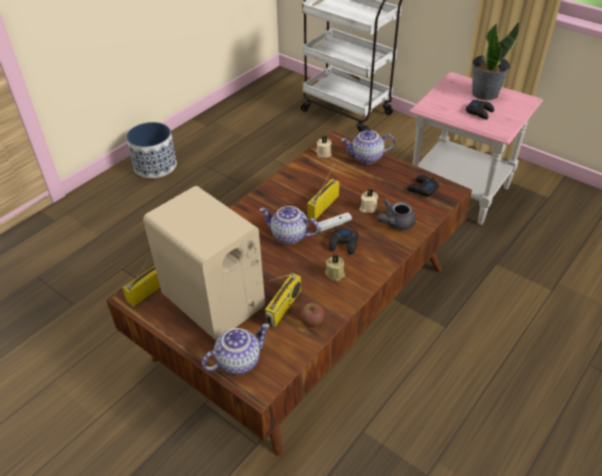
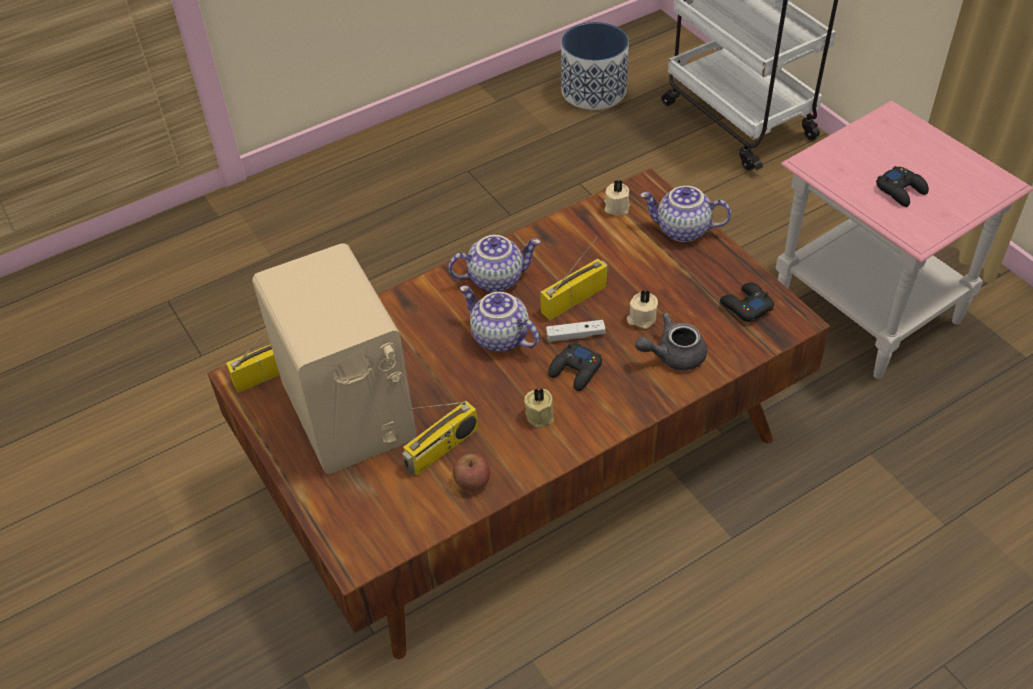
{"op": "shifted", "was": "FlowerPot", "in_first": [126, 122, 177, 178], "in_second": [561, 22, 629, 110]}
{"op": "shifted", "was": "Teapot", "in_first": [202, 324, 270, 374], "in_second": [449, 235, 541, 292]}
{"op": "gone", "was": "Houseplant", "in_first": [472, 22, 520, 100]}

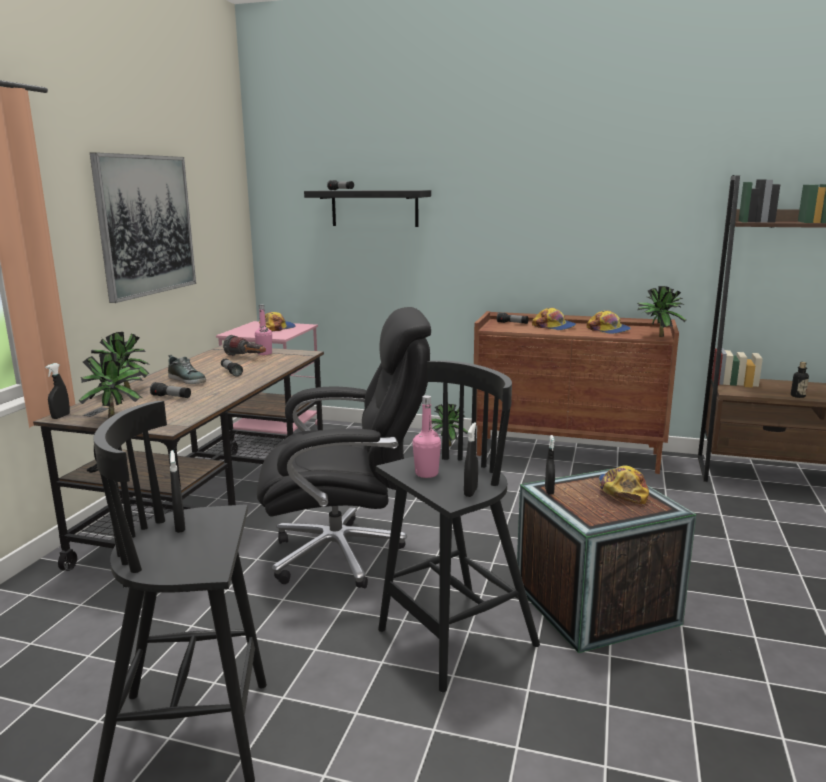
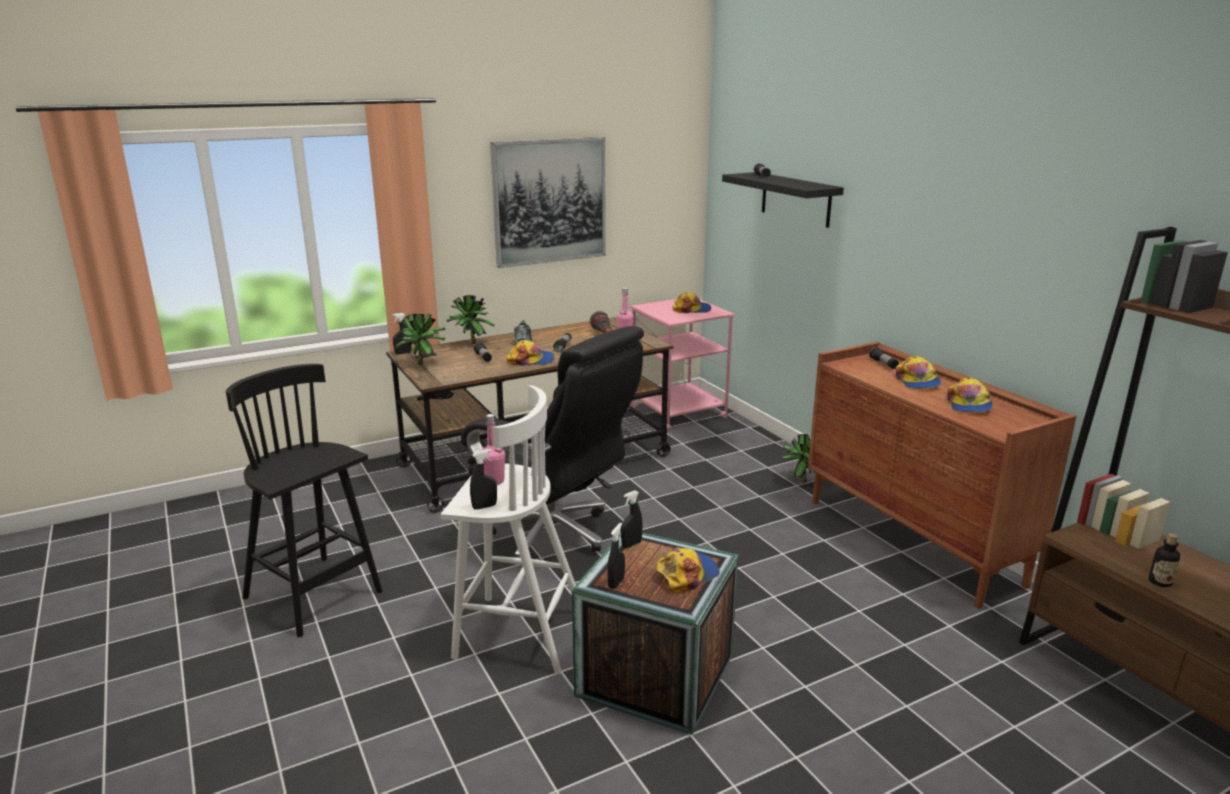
{"op": "shifted", "was": "BlackSprayer", "in_first": [170, 450, 185, 533], "in_second": [608, 523, 625, 589]}
{"op": "repainted", "was": "BlackStoolSeat", "now": "WhiteColouredStoolSeat", "in_first": [376, 360, 540, 692], "in_second": [441, 386, 576, 674]}
{"op": "gone", "was": "Houseplant", "in_first": [637, 286, 687, 337]}
{"op": "new", "now": "BaseballCap", "in_second": [506, 340, 554, 366]}

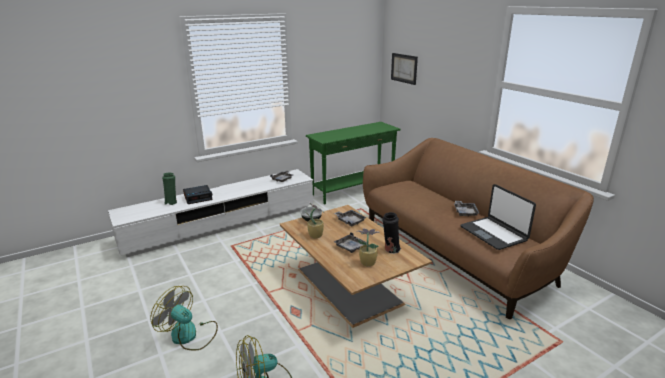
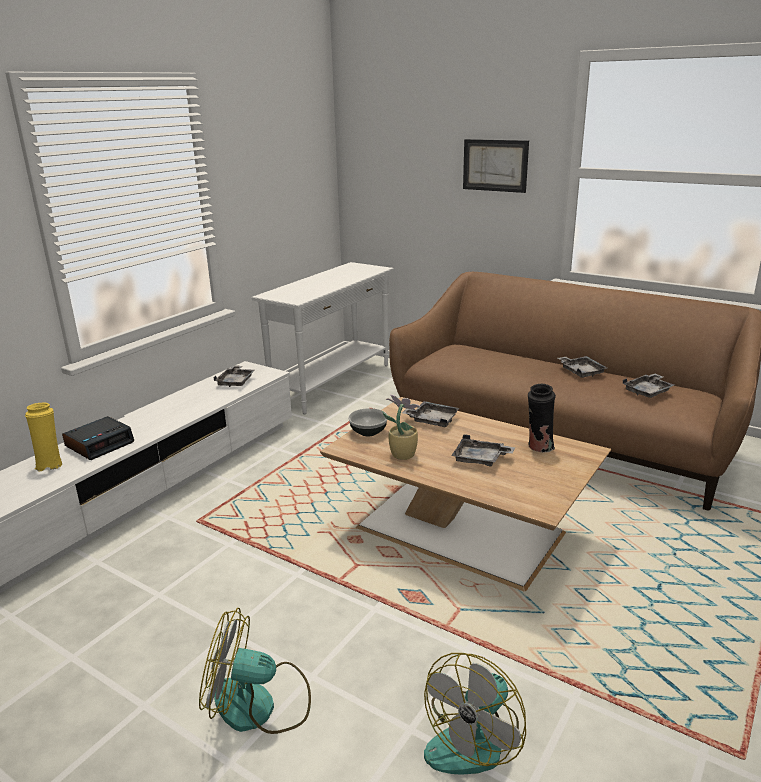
{"op": "repainted", "was": "GreenishDecorativeVase", "now": "YellowDecorativeVase", "in_first": [162, 173, 177, 205], "in_second": [25, 403, 62, 472]}
{"op": "repainted", "was": "GreenishConsoleTable", "now": "WhiteColouredConsoleTable", "in_first": [306, 122, 400, 205], "in_second": [251, 262, 394, 414]}
{"op": "gone", "was": "Houseplant", "in_first": [356, 228, 380, 267]}
{"op": "shifted", "was": "WallPicture", "in_first": [391, 53, 418, 85], "in_second": [463, 139, 529, 193]}
{"op": "swapped", "was": "Laptop", "now": "GreyishServingTray", "in_first": [461, 184, 536, 250], "in_second": [623, 373, 674, 398]}

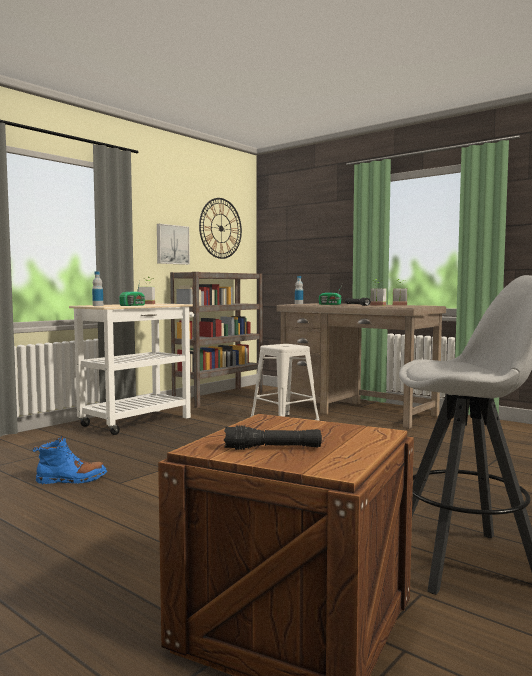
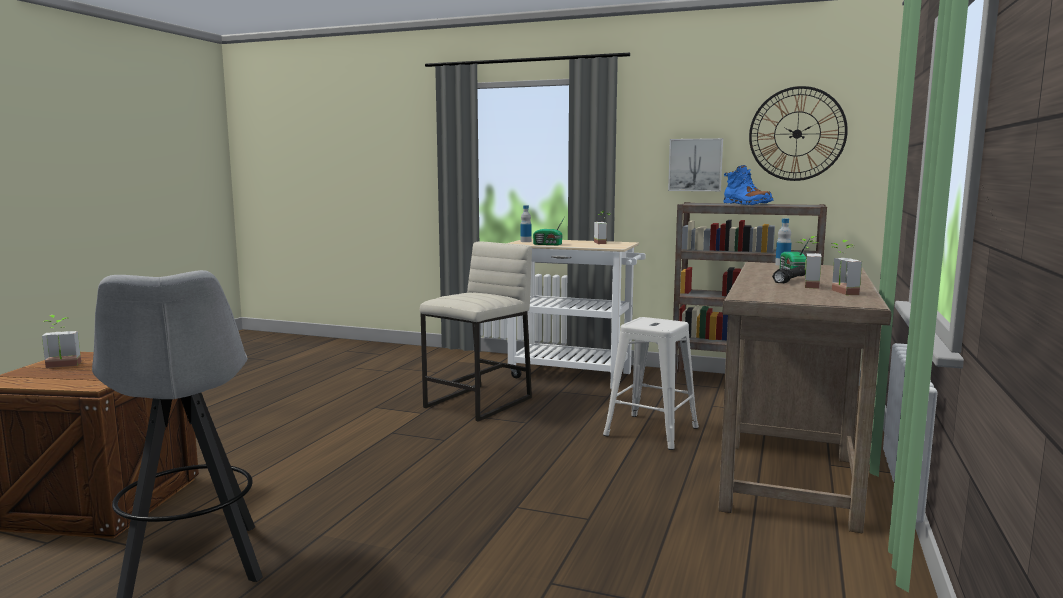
{"op": "shifted", "was": "BluishBoot", "in_first": [33, 436, 107, 484], "in_second": [723, 165, 773, 205]}
{"op": "swapped", "was": "BlackHandTorch", "now": "Houseplant", "in_first": [224, 425, 322, 450], "in_second": [42, 315, 81, 368]}
{"op": "new", "now": "BeigeColouredStoolSeat", "in_second": [420, 242, 532, 422]}

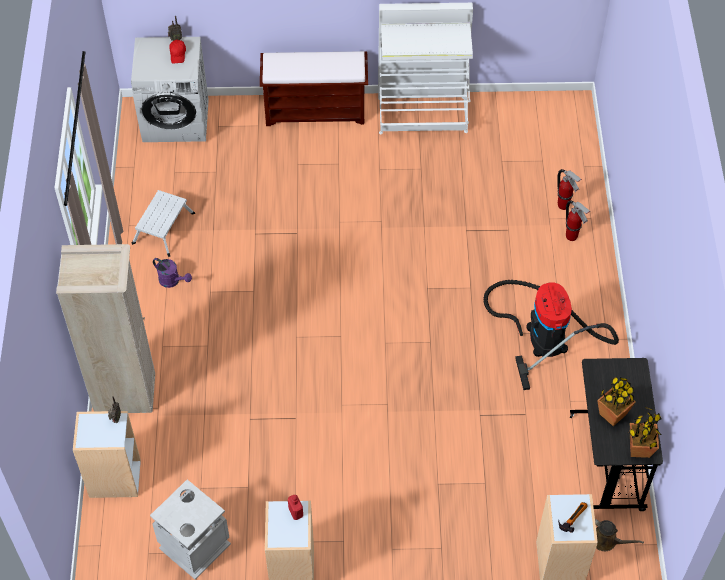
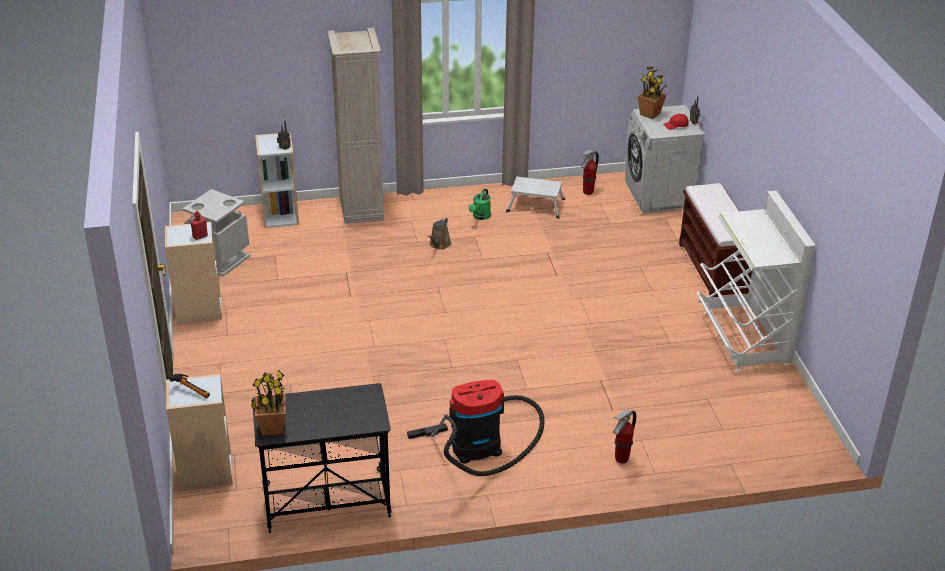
{"op": "repainted", "was": "PurpleWateringPot", "now": "GreenishWateringPot", "in_first": [153, 258, 192, 288], "in_second": [468, 189, 491, 220]}
{"op": "shifted", "was": "FireExtinguisher", "in_first": [557, 169, 582, 210], "in_second": [581, 150, 599, 195]}
{"op": "shifted", "was": "BrownColouredWateringPot", "in_first": [595, 519, 644, 551], "in_second": [428, 217, 451, 249]}
{"op": "shifted", "was": "Houseplant", "in_first": [597, 377, 636, 426], "in_second": [637, 67, 667, 119]}

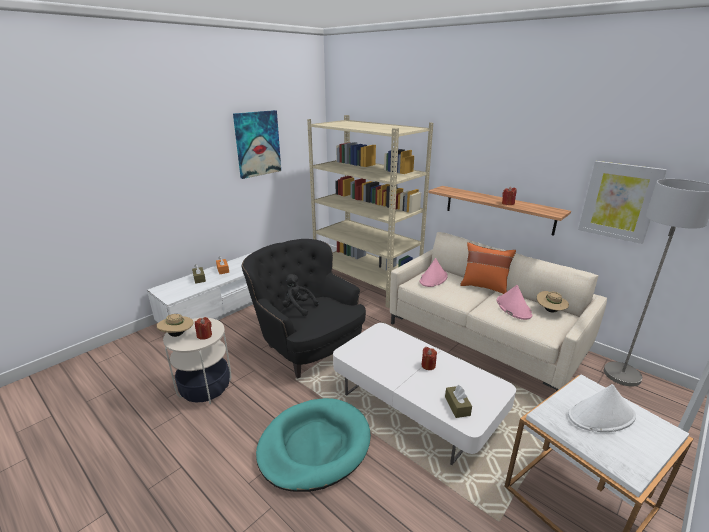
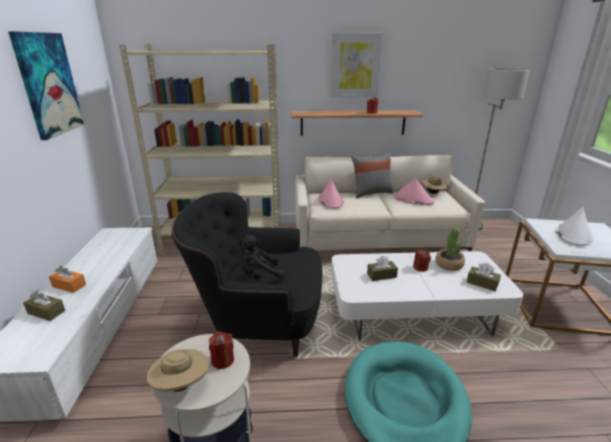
{"op": "repainted", "was": "OrangeyCushion", "now": "GreyishCushion", "in_first": [460, 242, 516, 294], "in_second": [351, 152, 393, 199]}
{"op": "shifted", "was": "WallPicture", "in_first": [578, 161, 667, 244], "in_second": [331, 33, 383, 98]}
{"op": "new", "now": "BrownColouredTissueHolder", "in_second": [367, 256, 398, 281]}
{"op": "new", "now": "Houseplant", "in_second": [436, 227, 465, 271]}

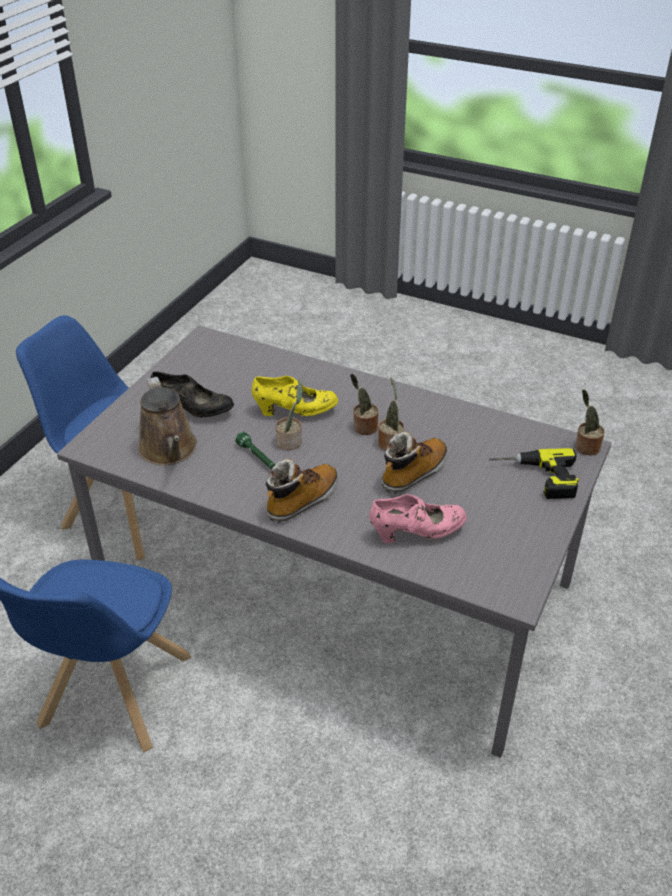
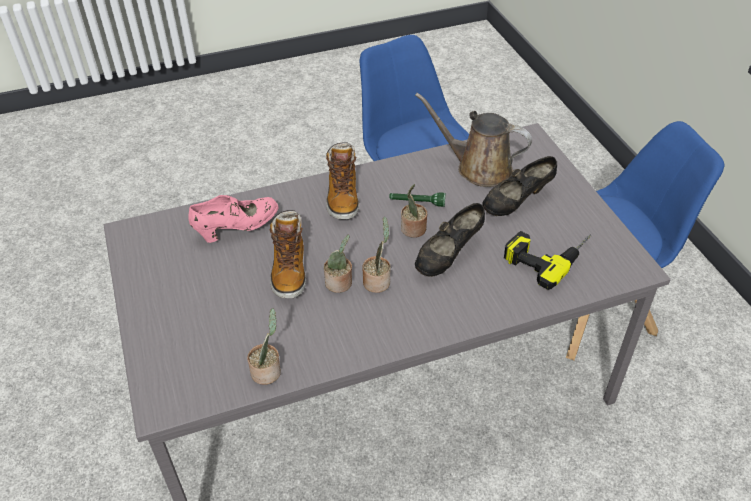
{"op": "repainted", "was": "YellowLowShoe", "now": "BlackLowShoe", "in_first": [252, 376, 338, 416], "in_second": [415, 203, 485, 277]}
{"op": "rotated", "was": "PinkColouredLowShoe", "in_first": [370, 494, 467, 543], "in_second": [189, 195, 278, 243], "clockwise": -150}
{"op": "shifted", "was": "Drill", "in_first": [489, 448, 579, 499], "in_second": [504, 231, 591, 290]}
{"op": "shifted", "was": "Houseplant", "in_first": [575, 389, 605, 456], "in_second": [247, 308, 281, 385]}

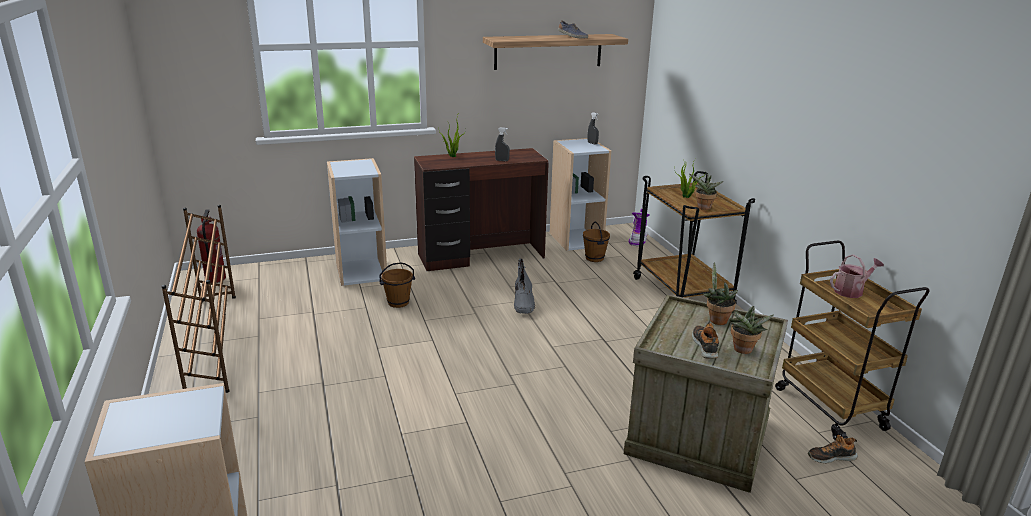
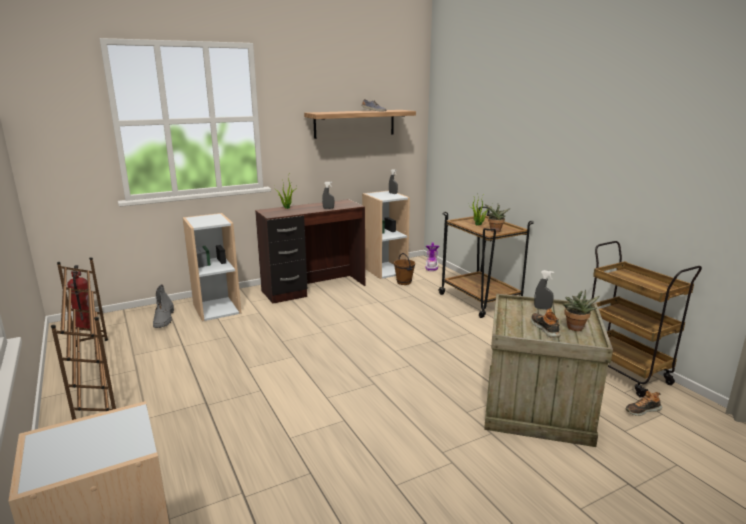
{"op": "gone", "was": "BrownColouredWaterBucket", "in_first": [379, 262, 415, 308]}
{"op": "shifted", "was": "GreyishBoot", "in_first": [514, 258, 535, 314], "in_second": [153, 284, 174, 328]}
{"op": "swapped", "was": "Houseplant", "now": "GreyishSprayer", "in_first": [703, 262, 738, 325], "in_second": [534, 270, 554, 310]}
{"op": "gone", "was": "WateringPot", "in_first": [830, 254, 884, 298]}

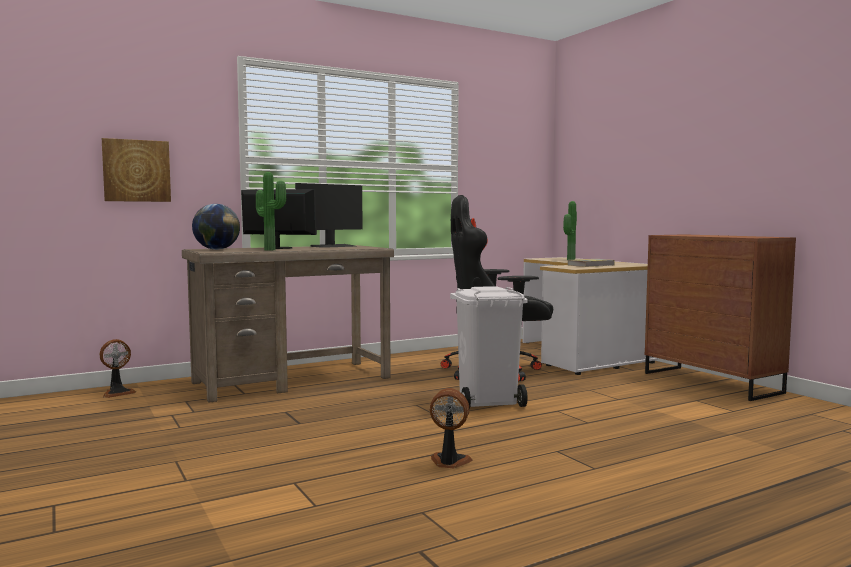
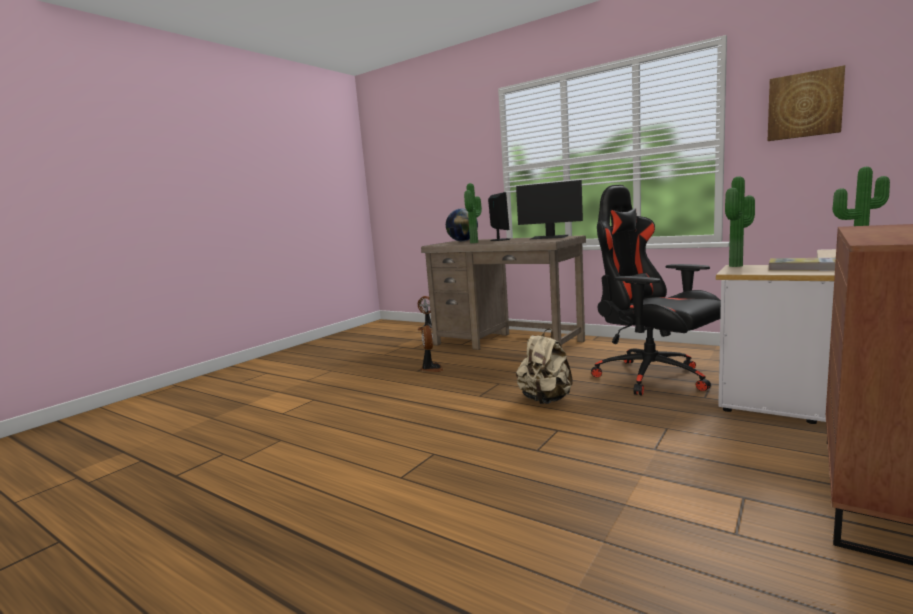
{"op": "shifted", "was": "WallPicture", "in_first": [102, 138, 171, 202], "in_second": [768, 65, 845, 141]}
{"op": "shifted", "was": "CoolingFan", "in_first": [430, 388, 473, 469], "in_second": [421, 325, 444, 372]}
{"op": "swapped", "was": "WhiteColouredRubbishBin", "now": "BeigeColouredBackpack", "in_first": [450, 286, 528, 409], "in_second": [516, 328, 573, 404]}
{"op": "new", "now": "Houseplant", "in_second": [725, 176, 755, 267]}

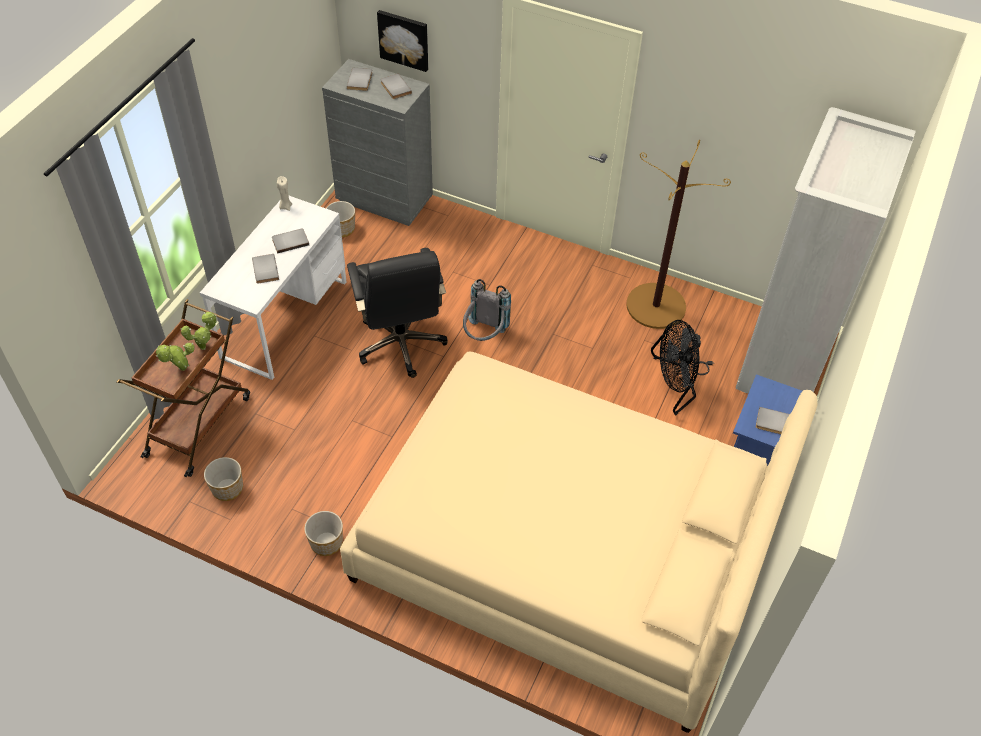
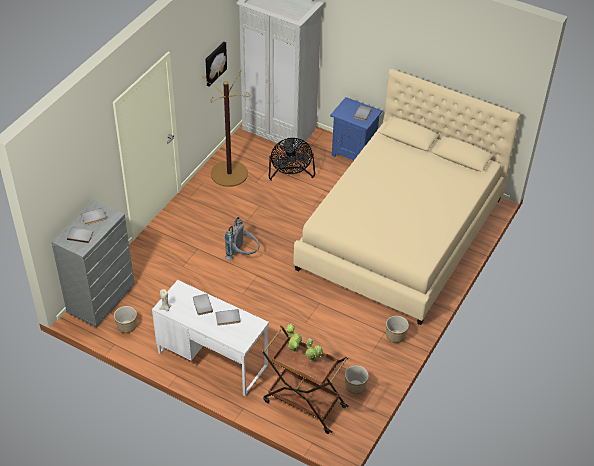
{"op": "gone", "was": "BlackOfficeChair", "in_first": [347, 248, 448, 378]}
{"op": "shifted", "was": "WallPicture", "in_first": [377, 10, 428, 72], "in_second": [205, 42, 227, 87]}

